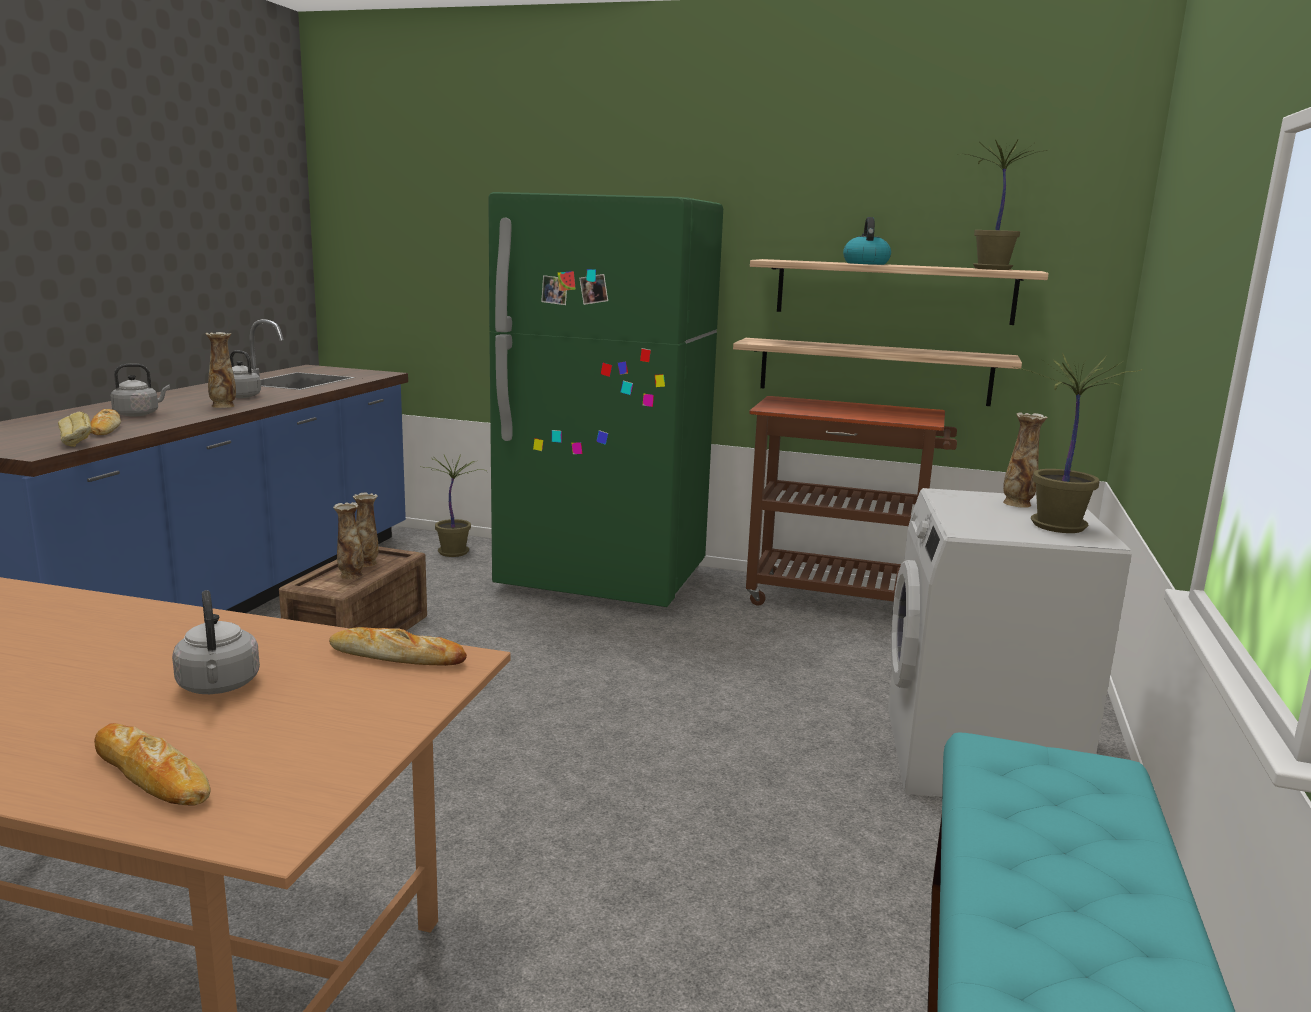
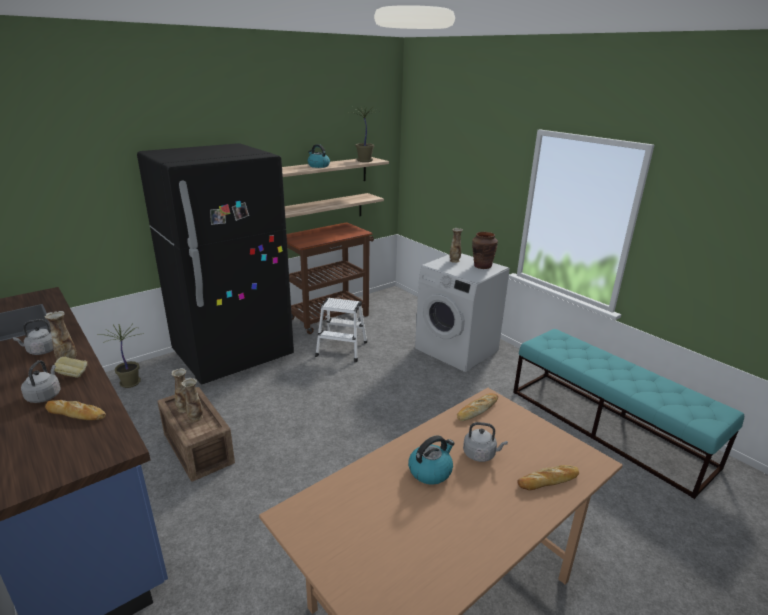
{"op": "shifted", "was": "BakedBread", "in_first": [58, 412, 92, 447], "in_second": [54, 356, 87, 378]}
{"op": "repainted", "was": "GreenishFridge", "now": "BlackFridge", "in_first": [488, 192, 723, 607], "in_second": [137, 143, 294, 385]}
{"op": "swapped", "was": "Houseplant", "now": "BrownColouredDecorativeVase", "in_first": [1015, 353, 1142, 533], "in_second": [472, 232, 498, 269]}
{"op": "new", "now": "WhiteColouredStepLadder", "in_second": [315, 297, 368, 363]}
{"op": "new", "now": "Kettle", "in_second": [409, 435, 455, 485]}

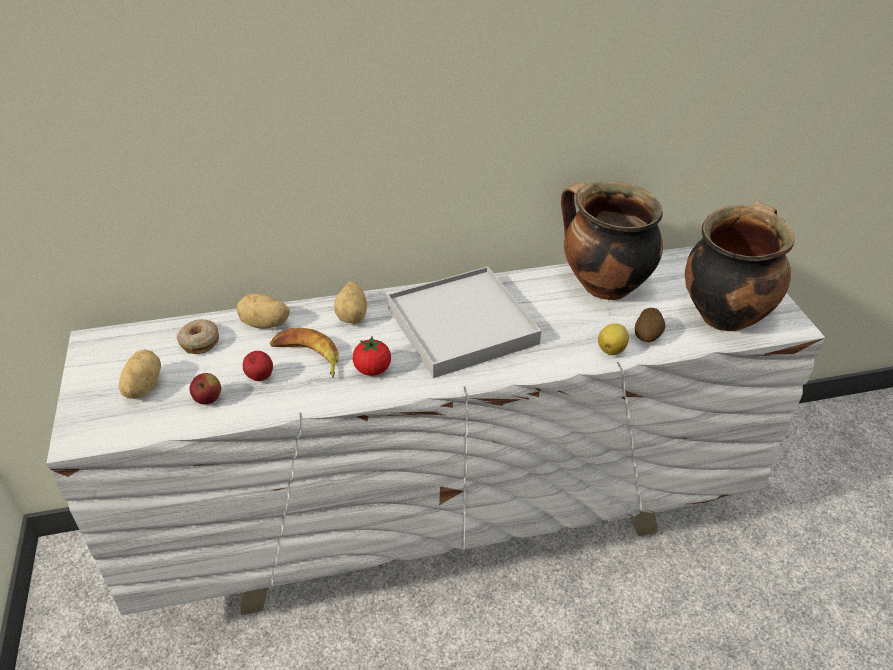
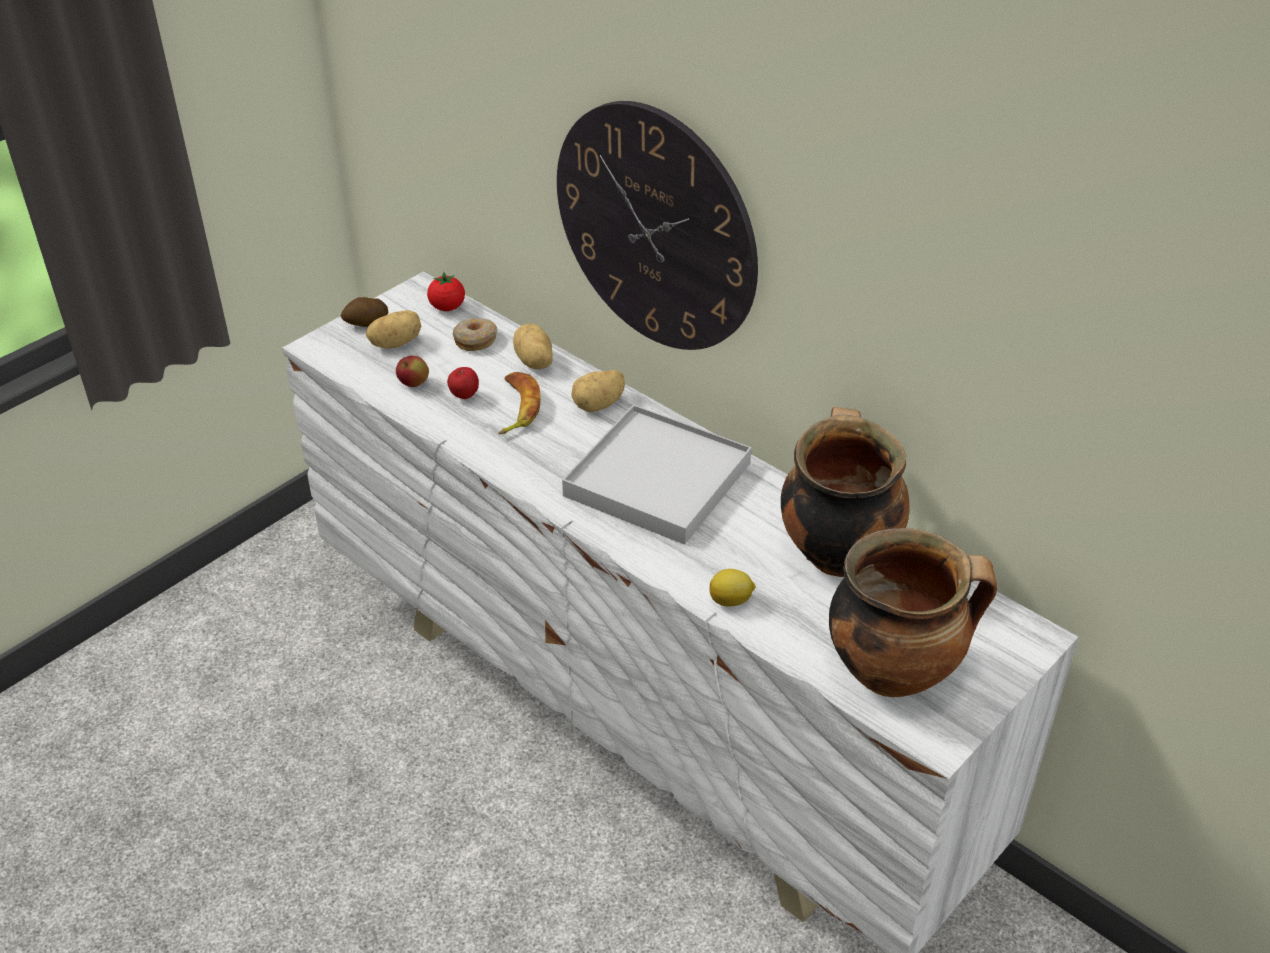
{"op": "shifted", "was": "WholeTomato", "in_first": [353, 336, 391, 376], "in_second": [427, 272, 465, 311]}
{"op": "shifted", "was": "Spud", "in_first": [635, 308, 665, 342], "in_second": [341, 297, 388, 327]}
{"op": "new", "now": "WallClock", "in_second": [557, 101, 758, 350]}

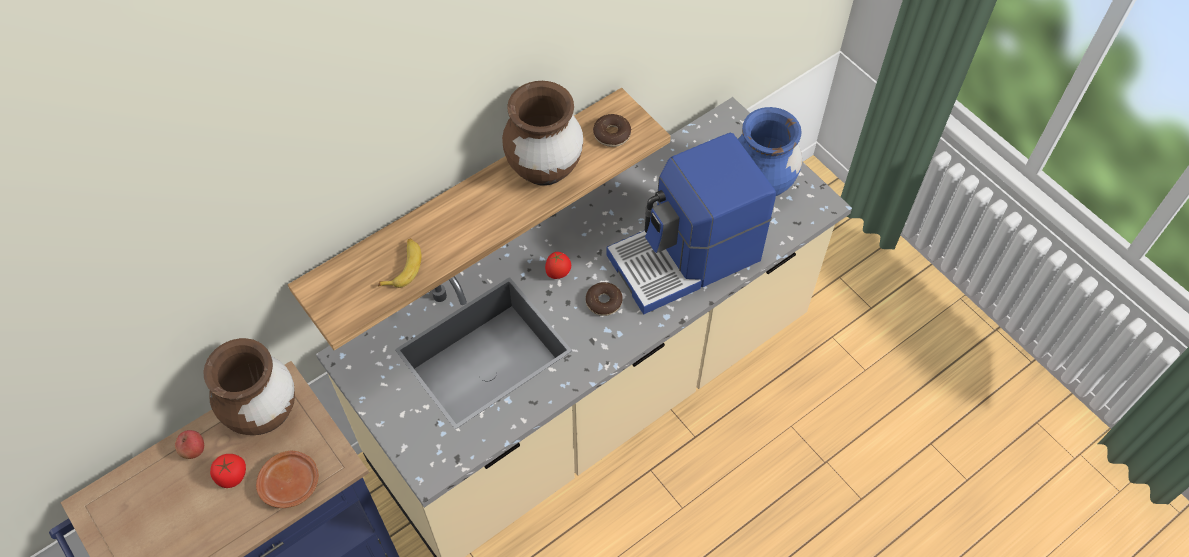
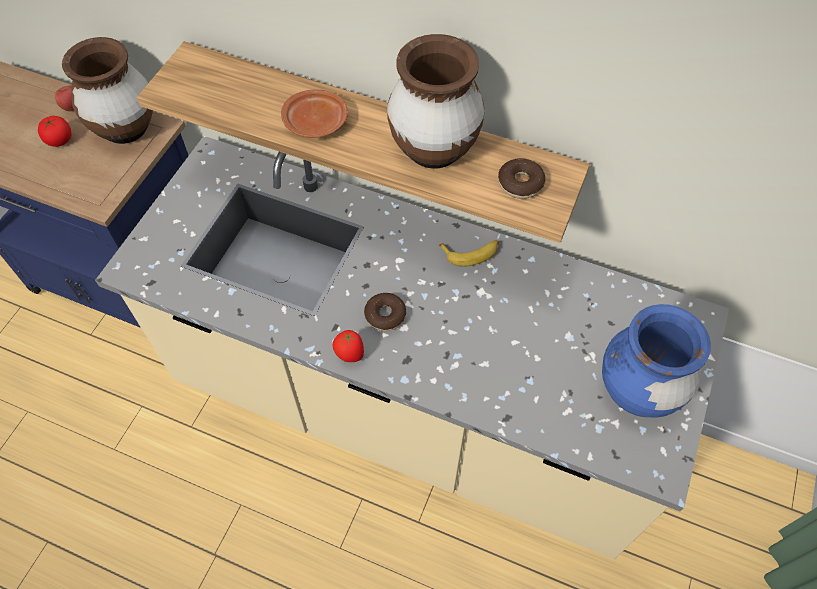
{"op": "shifted", "was": "BrownColouredPlate", "in_first": [256, 451, 319, 508], "in_second": [281, 90, 348, 138]}
{"op": "shifted", "was": "WholeBanana", "in_first": [378, 238, 421, 288], "in_second": [439, 240, 499, 267]}
{"op": "shifted", "was": "WholeTomato", "in_first": [545, 252, 571, 279], "in_second": [333, 330, 364, 362]}
{"op": "gone", "was": "CoffeeBrewer", "in_first": [606, 133, 776, 314]}

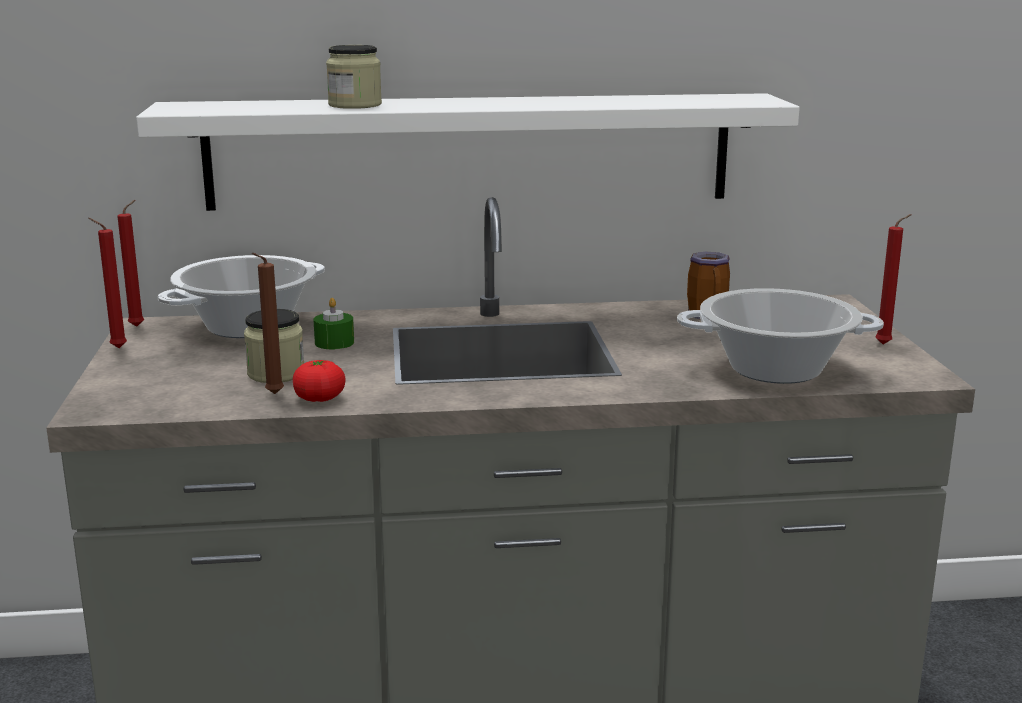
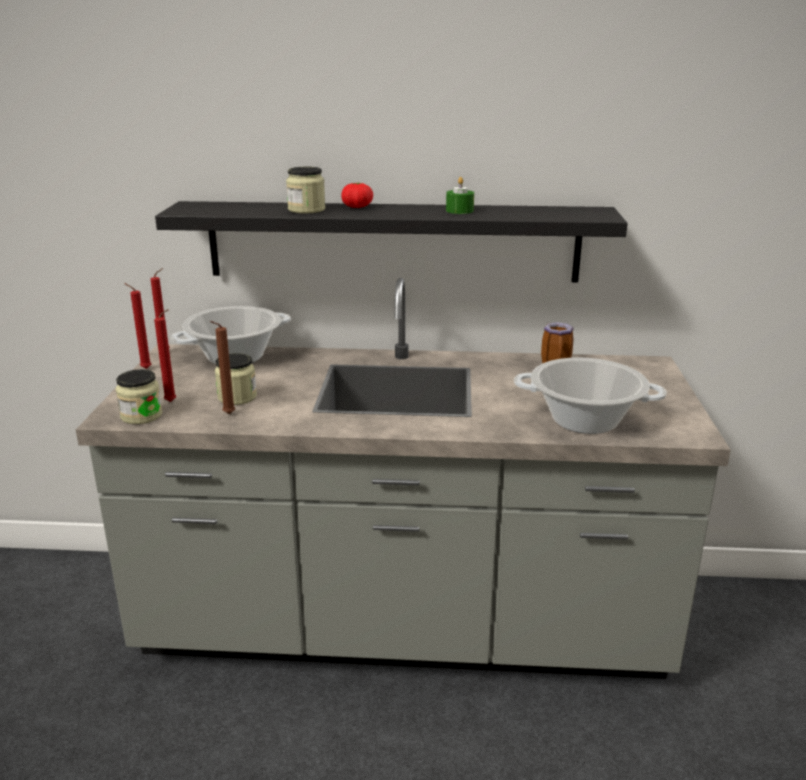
{"op": "repainted", "was": "WhiteColouredShelf", "now": "BlackShelf", "in_first": [136, 93, 800, 211], "in_second": [155, 201, 628, 282]}
{"op": "shifted", "was": "WholeTomato", "in_first": [293, 360, 345, 402], "in_second": [341, 183, 373, 208]}
{"op": "shifted", "was": "GreenishWaxCandle", "in_first": [313, 298, 354, 349], "in_second": [446, 177, 474, 214]}
{"op": "shifted", "was": "RedColouredWaxCandle", "in_first": [875, 214, 912, 345], "in_second": [154, 309, 176, 402]}
{"op": "new", "now": "Jar", "in_second": [116, 369, 163, 424]}

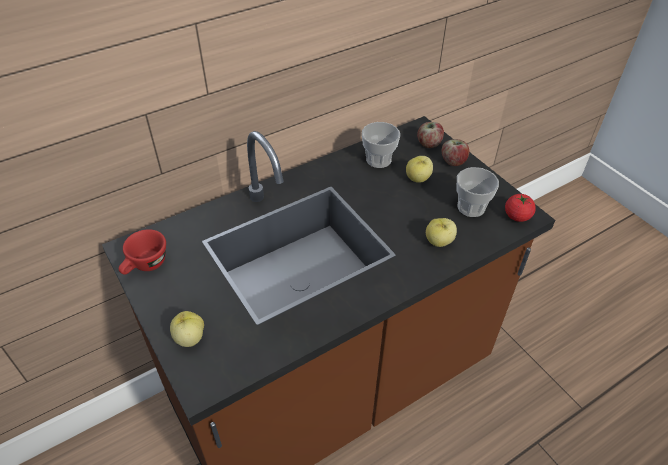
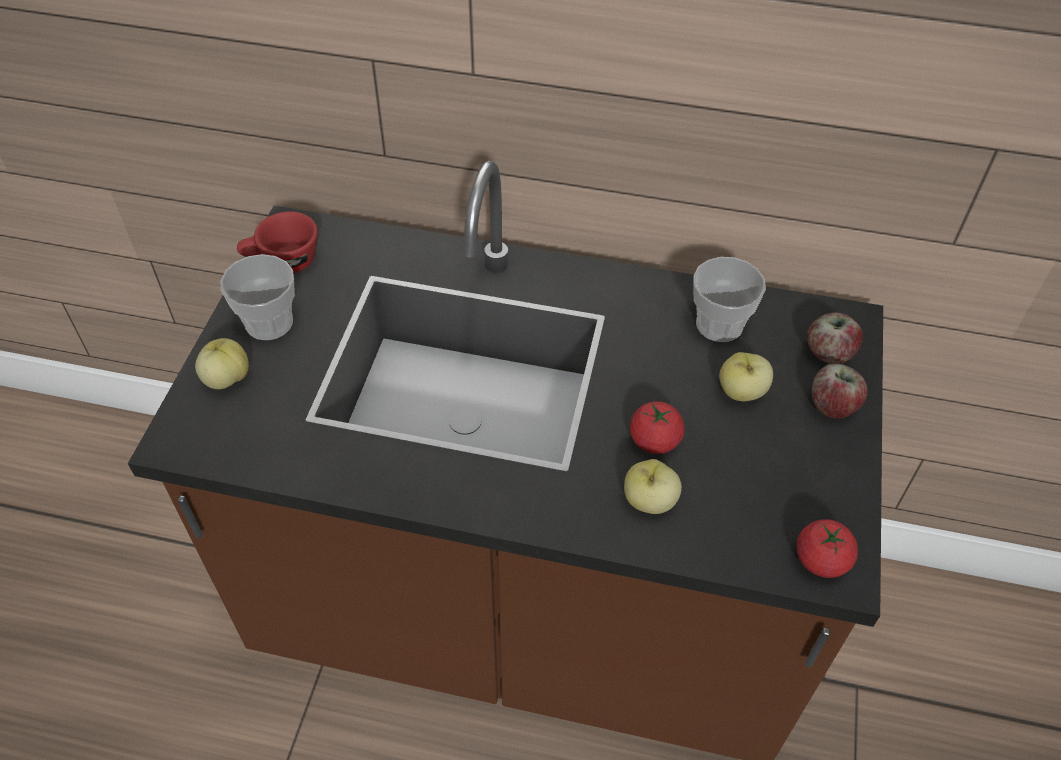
{"op": "shifted", "was": "Cup", "in_first": [456, 167, 499, 217], "in_second": [221, 254, 295, 340]}
{"op": "new", "now": "WholeTomato", "in_second": [630, 401, 684, 454]}

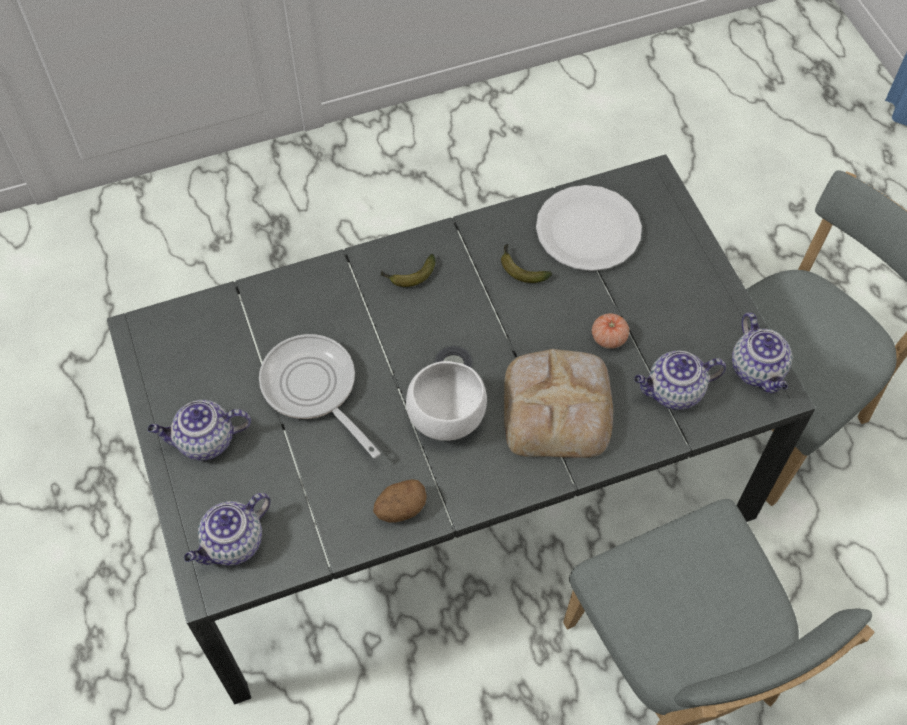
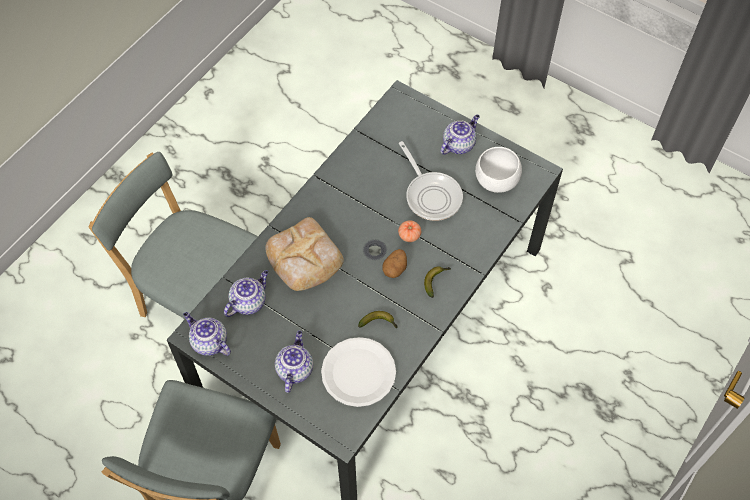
{"op": "shifted", "was": "Teapot", "in_first": [184, 493, 271, 566], "in_second": [275, 331, 313, 393]}
{"op": "rotated", "was": "Pan", "in_first": [259, 334, 381, 458], "in_second": [399, 141, 463, 221], "clockwise": 45}
{"op": "shifted", "was": "Spud", "in_first": [373, 479, 427, 522], "in_second": [382, 249, 407, 278]}
{"op": "shifted", "was": "WhiteColouredServingBowl", "in_first": [406, 361, 487, 441], "in_second": [475, 147, 522, 193]}
{"op": "shifted", "was": "WholeTomato", "in_first": [592, 313, 629, 349], "in_second": [398, 220, 421, 242]}

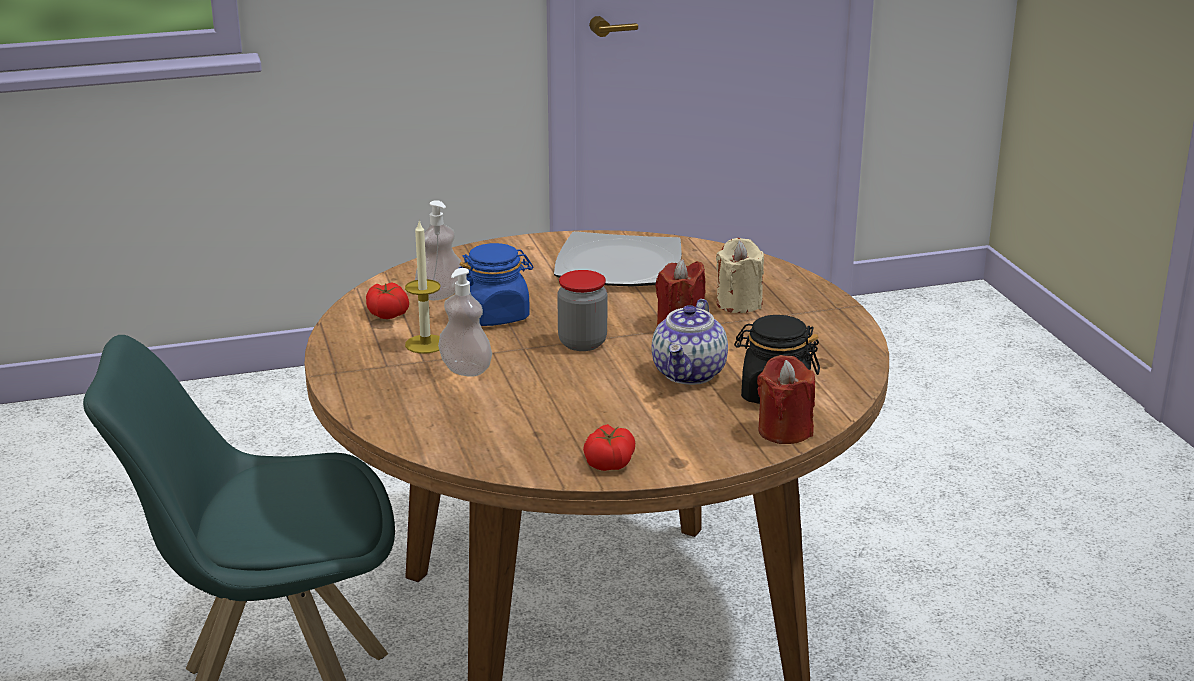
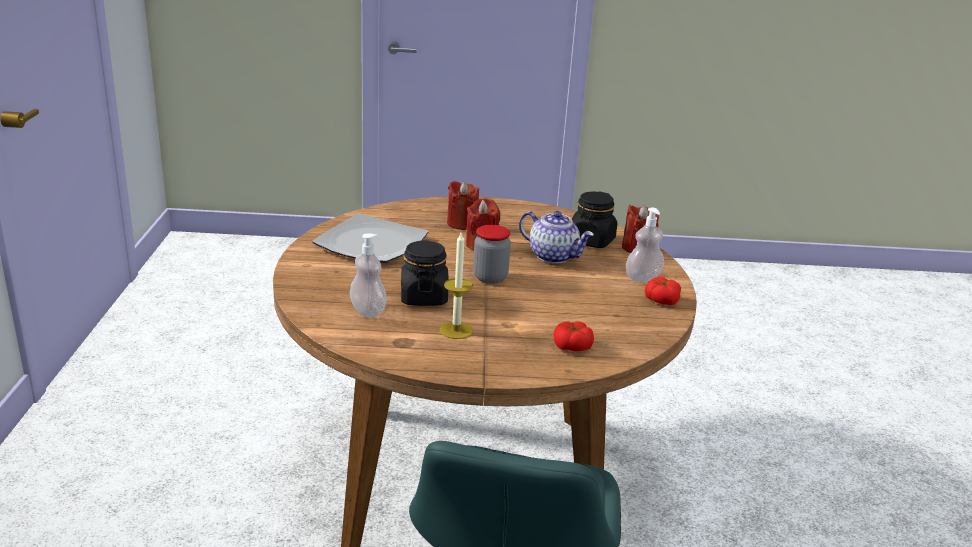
{"op": "shifted", "was": "WholeTomato", "in_first": [366, 282, 409, 319], "in_second": [554, 321, 594, 351]}
{"op": "shifted", "was": "SoapBottle", "in_first": [438, 268, 492, 377], "in_second": [626, 208, 664, 282]}
{"op": "repainted", "was": "BluishJar", "now": "BlackJar", "in_first": [459, 243, 534, 326], "in_second": [401, 241, 448, 306]}
{"op": "repainted", "was": "BeigeColouredWaxCandle", "now": "RedColouredWaxCandle", "in_first": [716, 238, 764, 313], "in_second": [447, 181, 479, 230]}

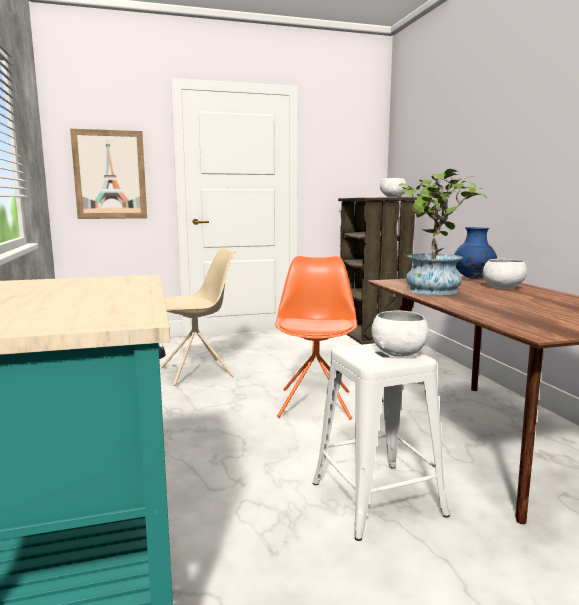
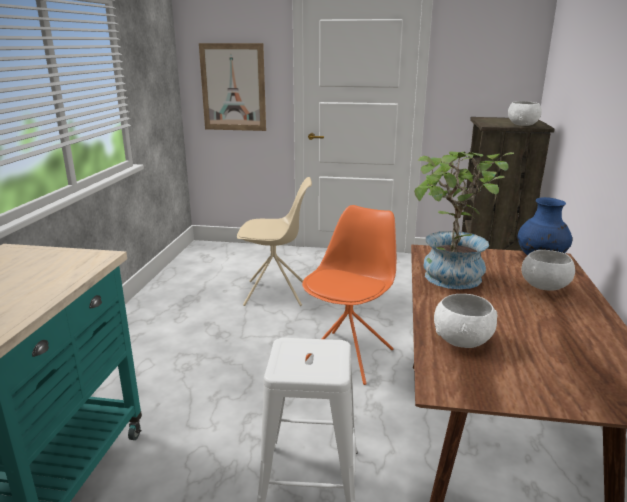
{"op": "shifted", "was": "WhiteColouredServingBowl", "in_first": [371, 310, 429, 356], "in_second": [434, 294, 497, 348]}

